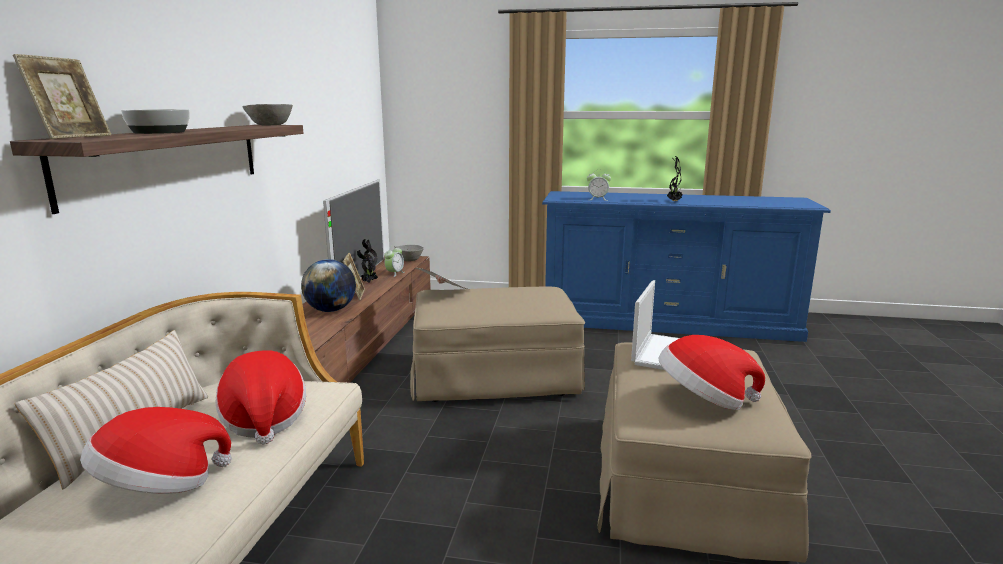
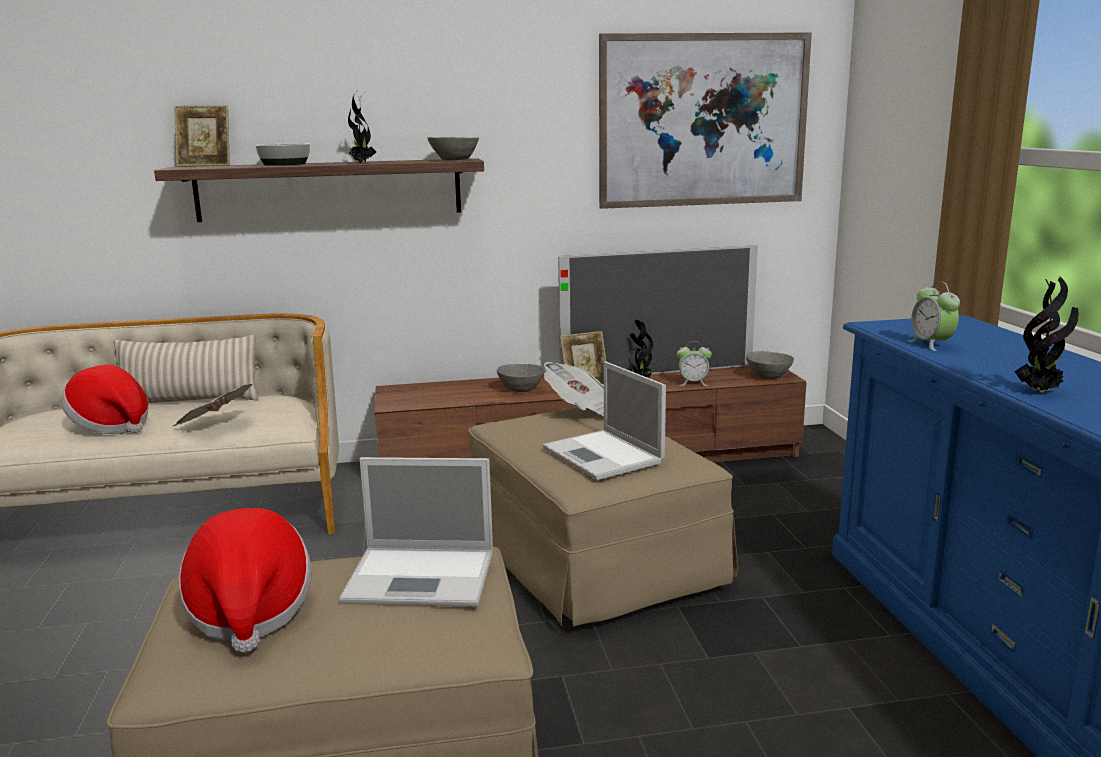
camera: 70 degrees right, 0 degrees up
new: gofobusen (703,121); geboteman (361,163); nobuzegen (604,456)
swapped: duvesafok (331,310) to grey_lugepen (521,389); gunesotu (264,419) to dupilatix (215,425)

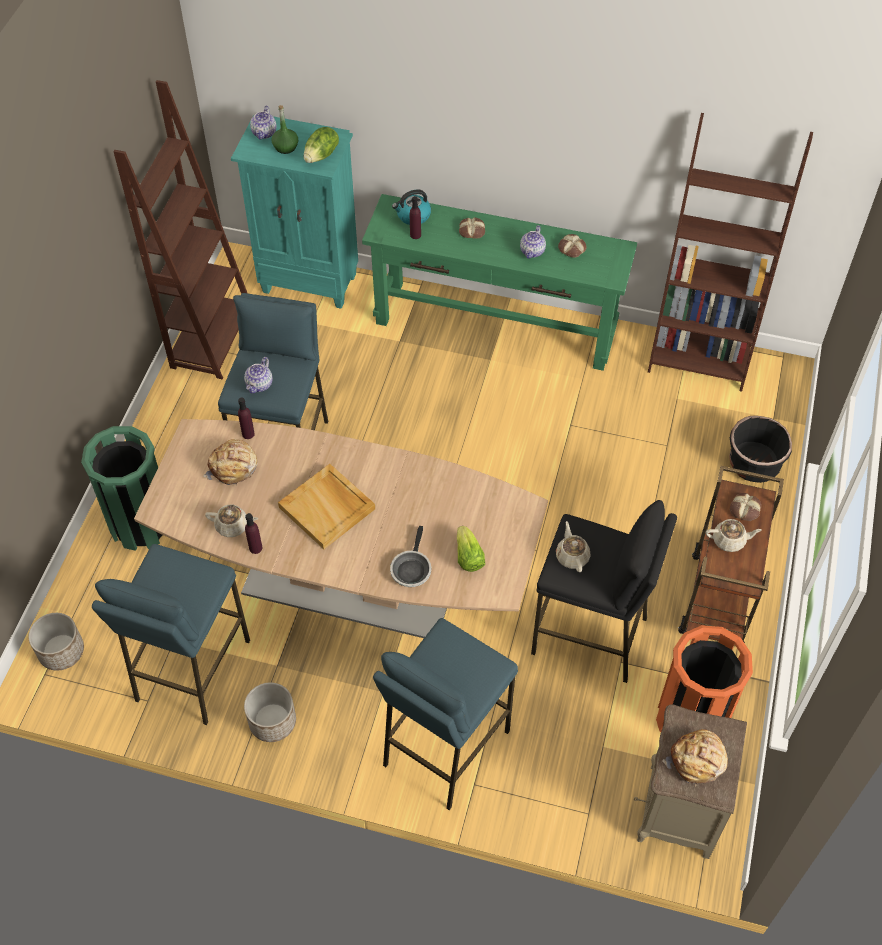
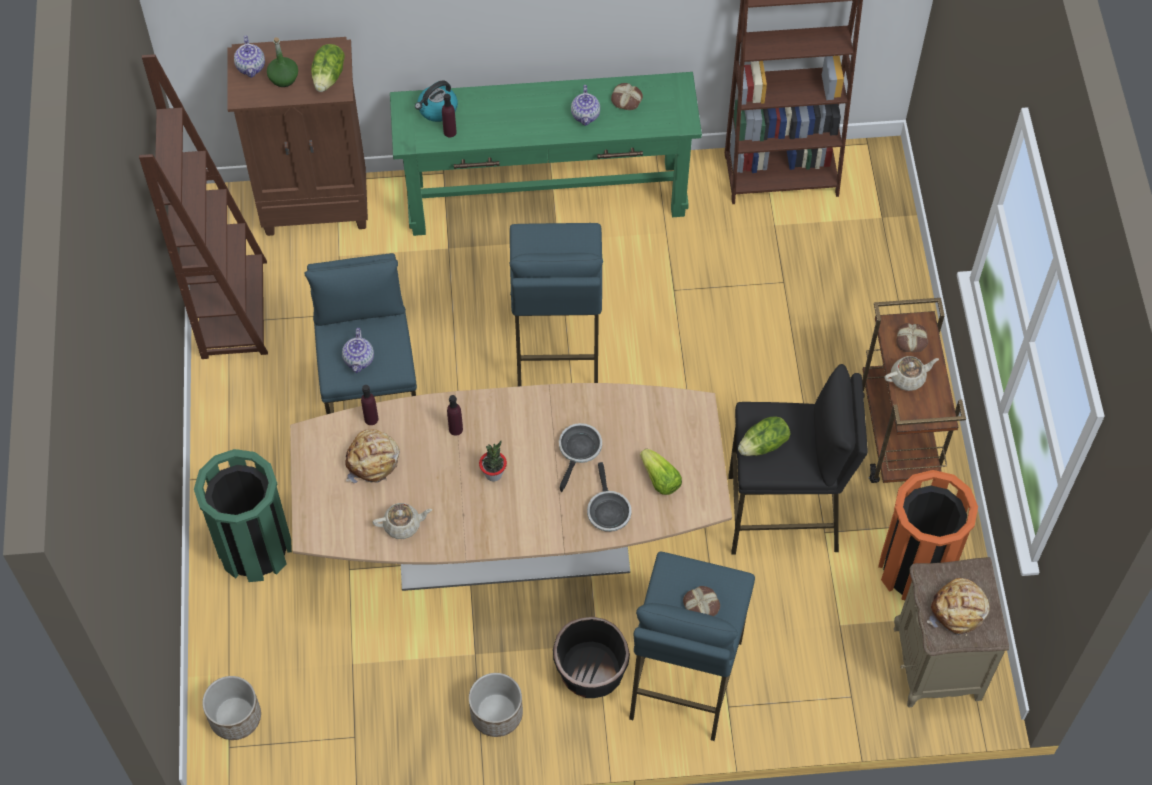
camera: 20 degrees left, 5 degrees up
new: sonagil (579,451)
shifted: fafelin (472,230) to (701,604); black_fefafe (753,464) to (591,671); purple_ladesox (255,548) to (455,429); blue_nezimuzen (191,670) to (556,348)
swapped: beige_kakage (328,508) to geboteman (493,474); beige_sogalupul (572,556) to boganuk (764,445)
repainted: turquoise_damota (309,285) to brown_damota (316,210)

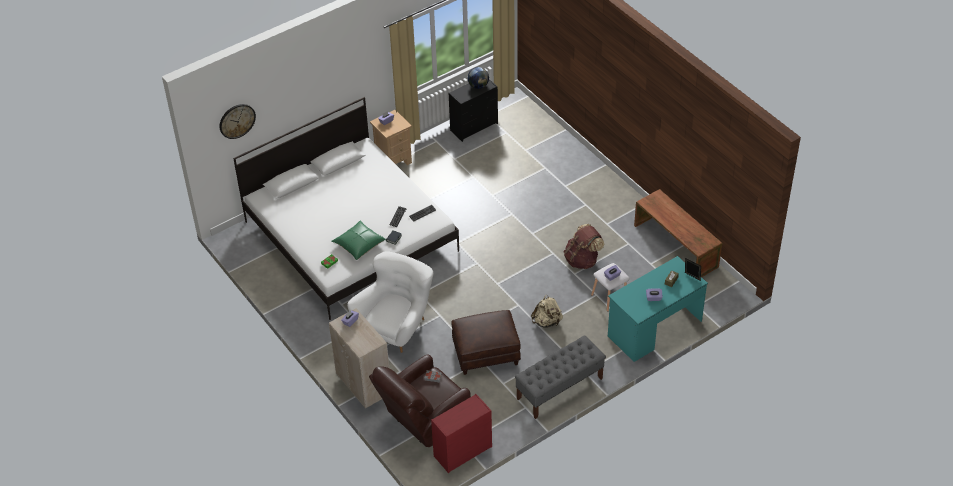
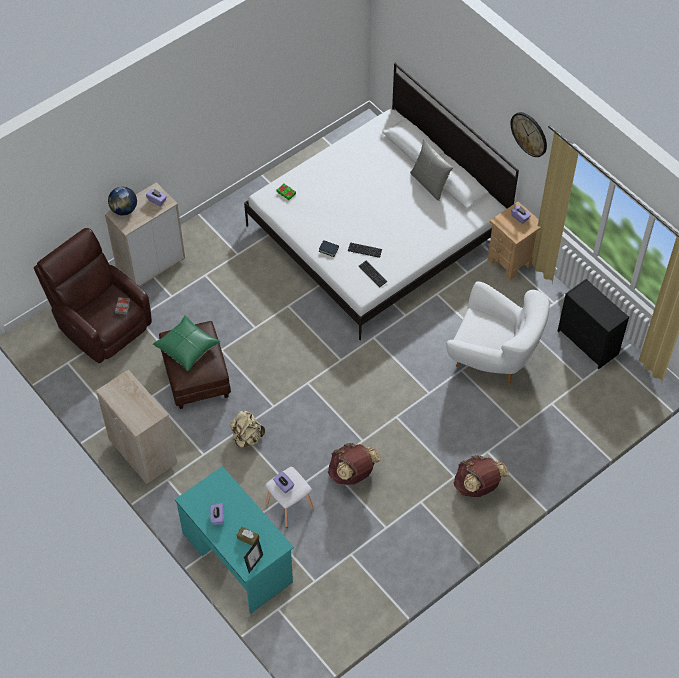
camera: 85 degrees right, 10 degrees up
gone: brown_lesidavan (677,246); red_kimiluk (462,452)
new: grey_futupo (429,183); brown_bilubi (477,486)
shifted: duvesafok (478,86) to (124,210); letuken (237,121) to (529,134); green_futupo (359,244) to (187,347); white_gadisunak (396,327) to (493,358)
swapped: grey_lesidavan (559,389) to beige_damota (142,453)

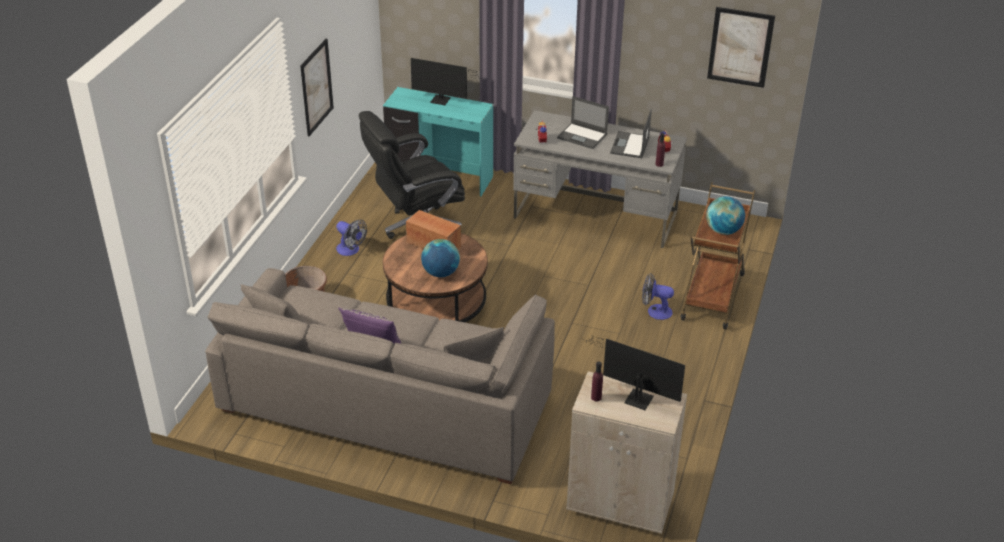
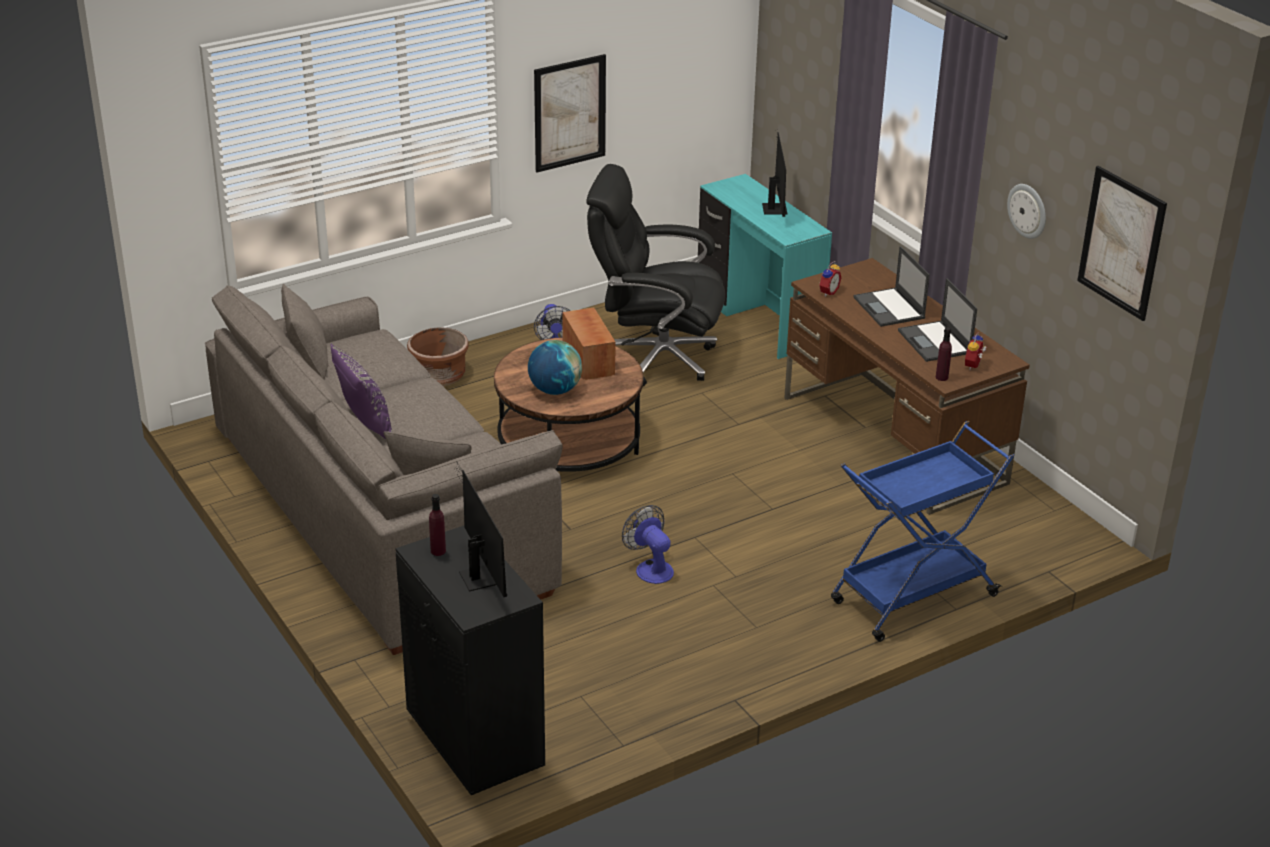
camera: 40 degrees right, 5 degrees down
gone: duvesafok (723,231)
new: letuken (1028,210)
shifted: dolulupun (655,311) to (650,568)
repainted: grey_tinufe (596,215) to brown_tinufe (894,441); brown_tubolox (711,297) to blue_tubolox (912,599); beige_damota (618,506) to black_damota (473,744)
rotated: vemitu (443,101) = (775,207) 150 degrees counterclockwise; nobuzegen (630,145) = (935,342) 75 degrees counterclockwise

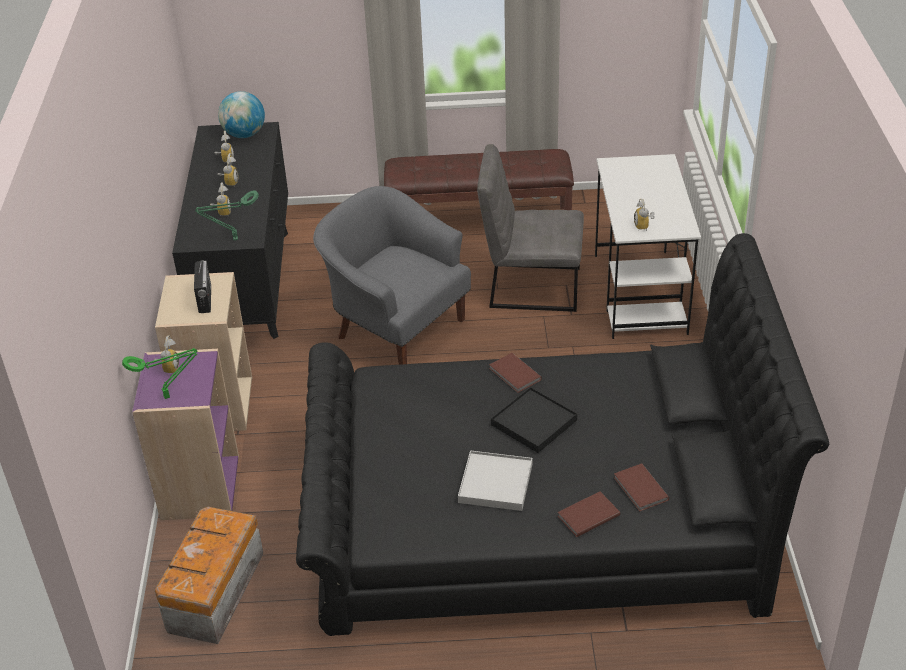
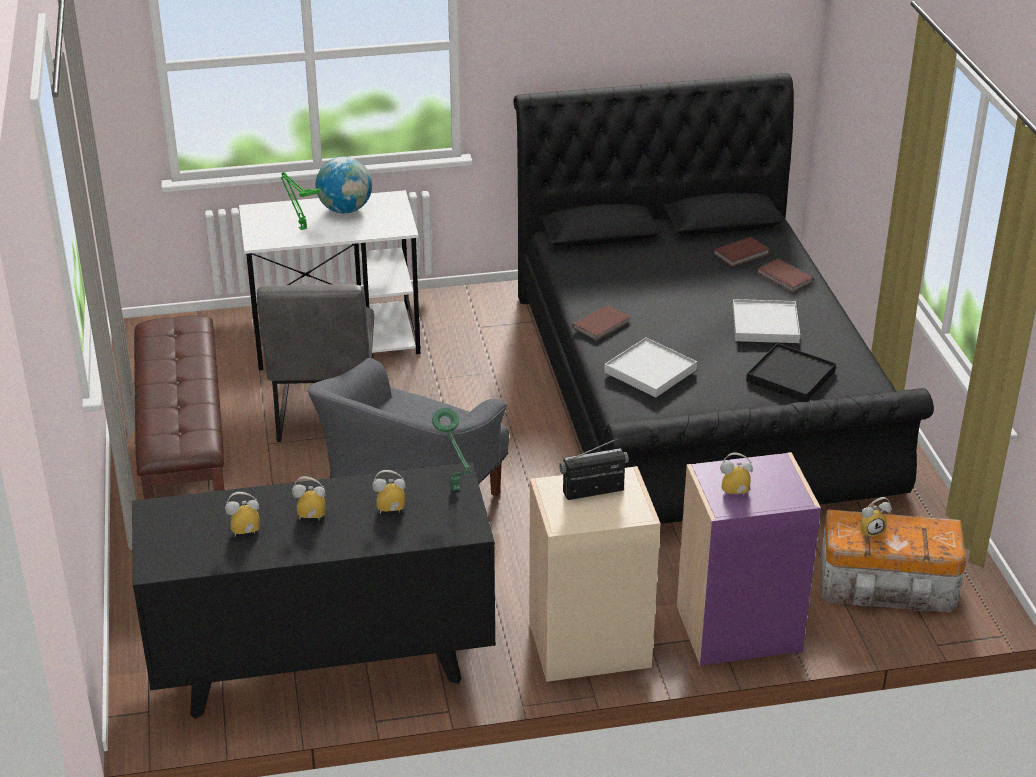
camera: 100 degrees left, 5 degrees down
new: white_kakage (650,371)
shifted: duvesafok (244,134) to (345,210); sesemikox (644,227) to (871,530); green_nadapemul (169,396) to (301,228); black_kakage (534,423) to (791,376)

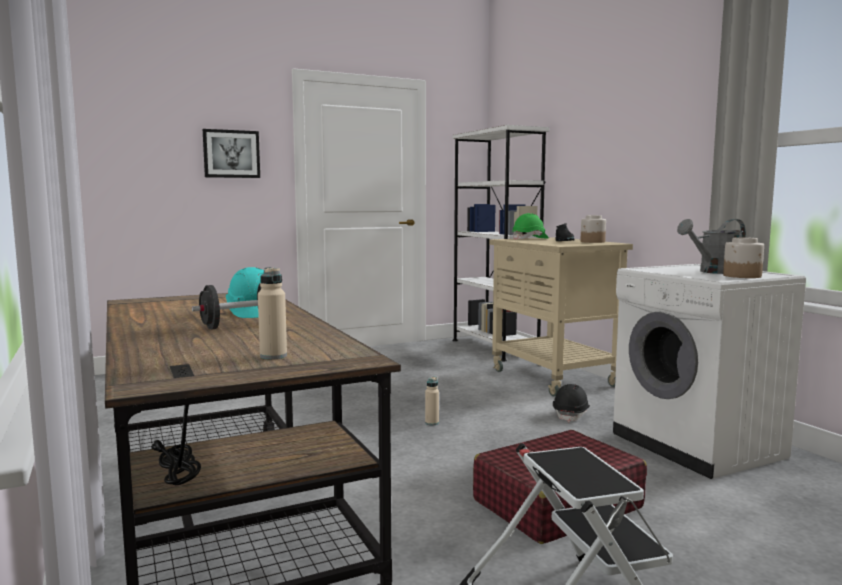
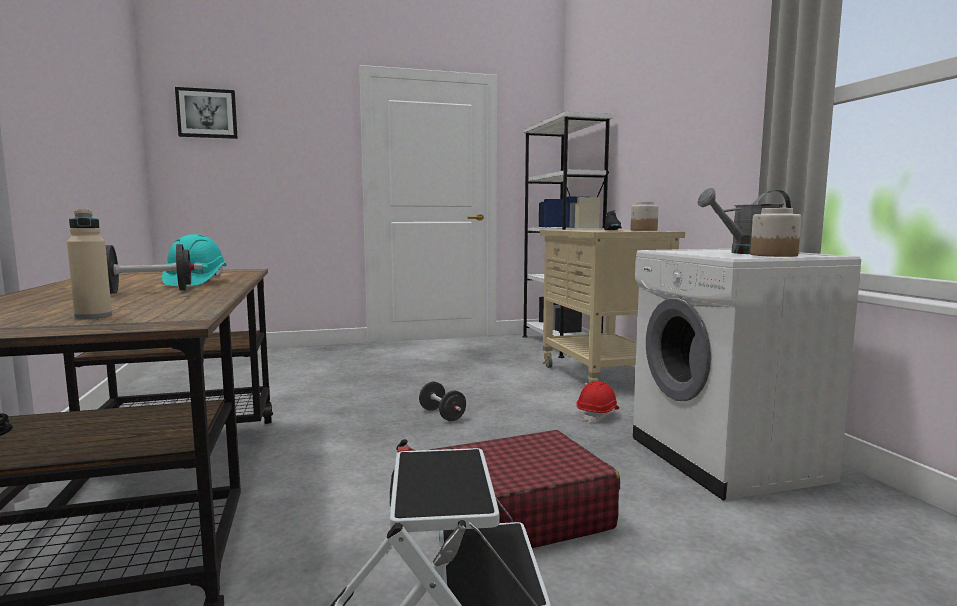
camera: 10 degrees right, 0 degrees up
gone: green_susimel (530,239)
shifted: gofobusen (231,154) to (207,113)
swapped: beige_ladesox (432,423) to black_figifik (442,415)
repainted: black_susimel (571,414) to red_susimel (598,415)

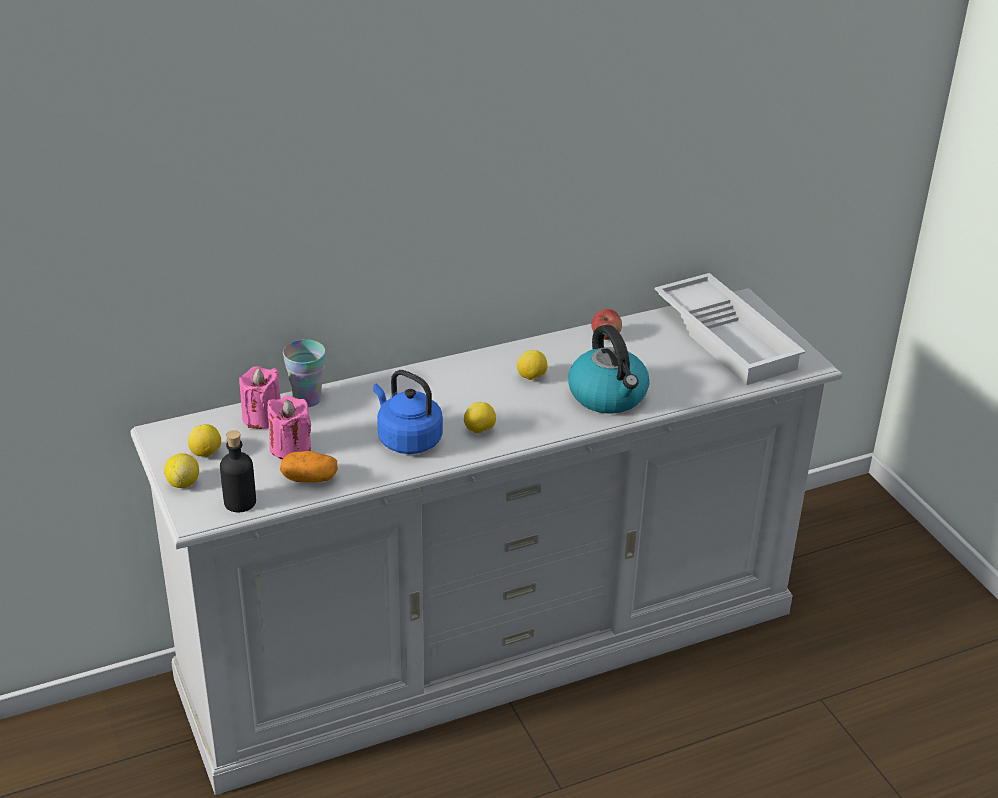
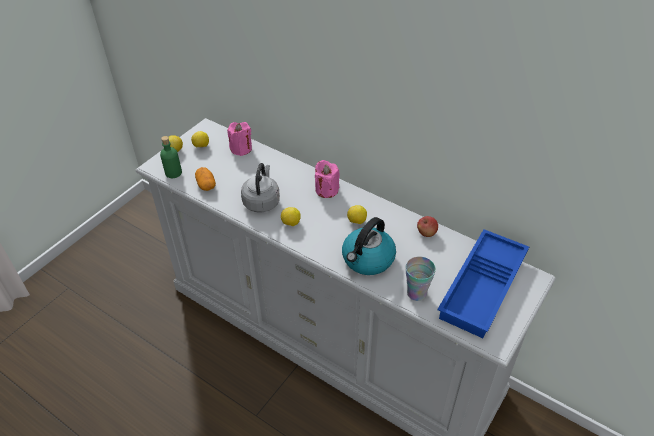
camera: 60 degrees right, 10 degrees up
shifted: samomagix (307,399) to (416,293); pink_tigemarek (290,447) to (326,190)
repainted: white_kakage (728,337) to blue_kakage (483,288); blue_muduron (407,439) to grey_muduron (262,201); black_ladesox (240,502) to green_ladesox (173,173)

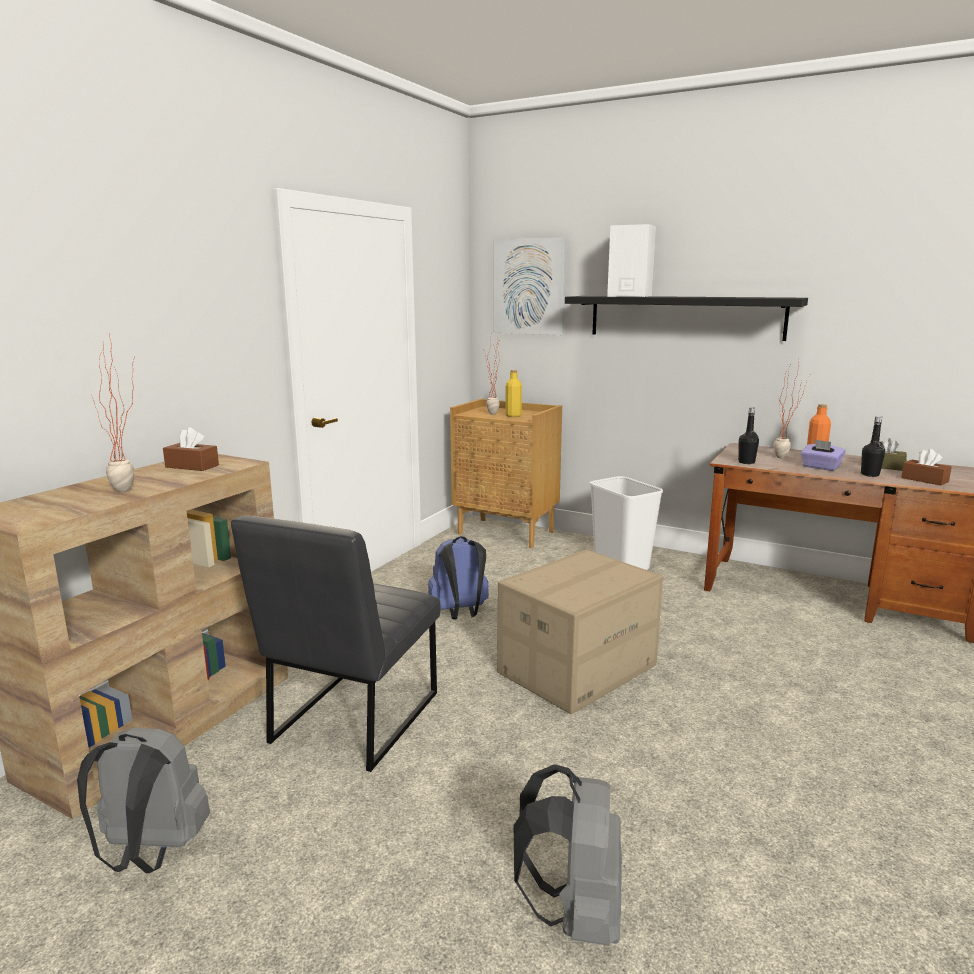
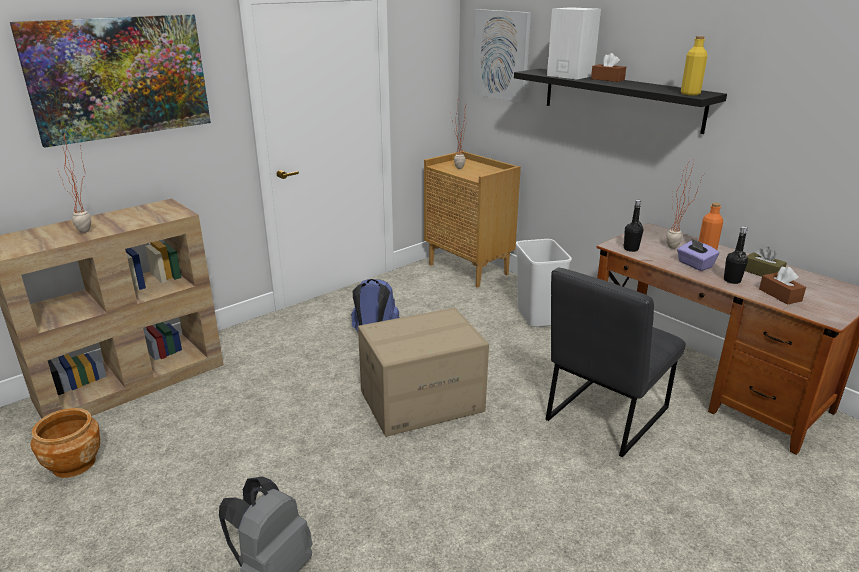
camera: 20 degrees right, 10 degrees up
new: gofobusen (120,77)
shifted: yellow_ladesox (513,416) to (690,94); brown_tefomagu (192,466) to (607,79); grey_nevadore (352,719) to (604,415)
swapped: grey_bilubi (151,852) to brown_fefafe (73,464)

